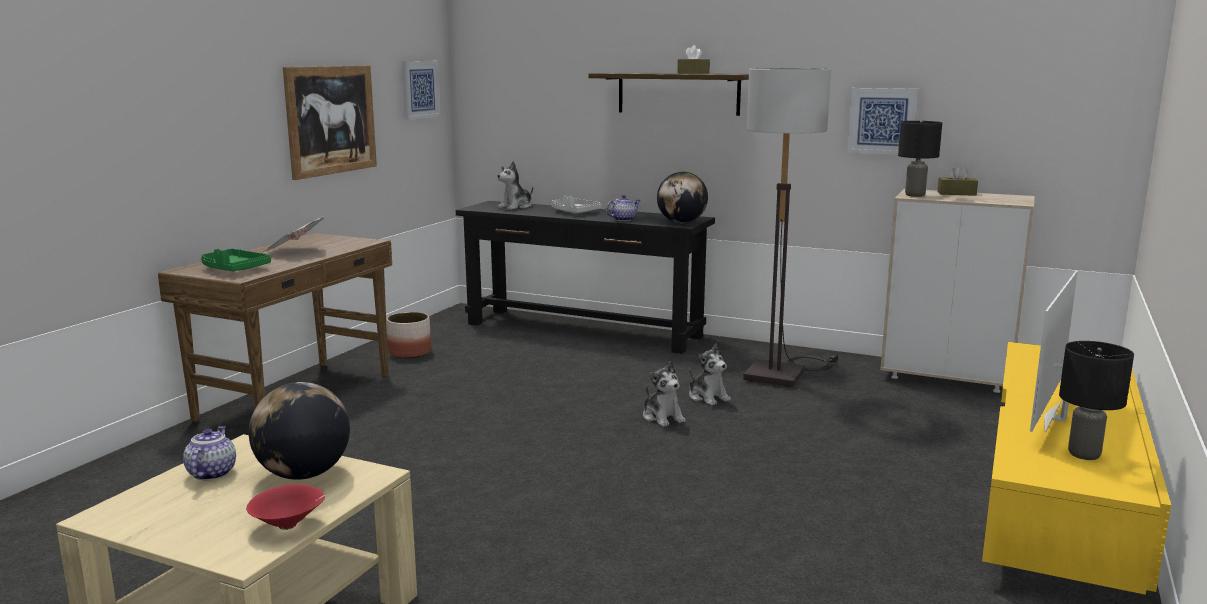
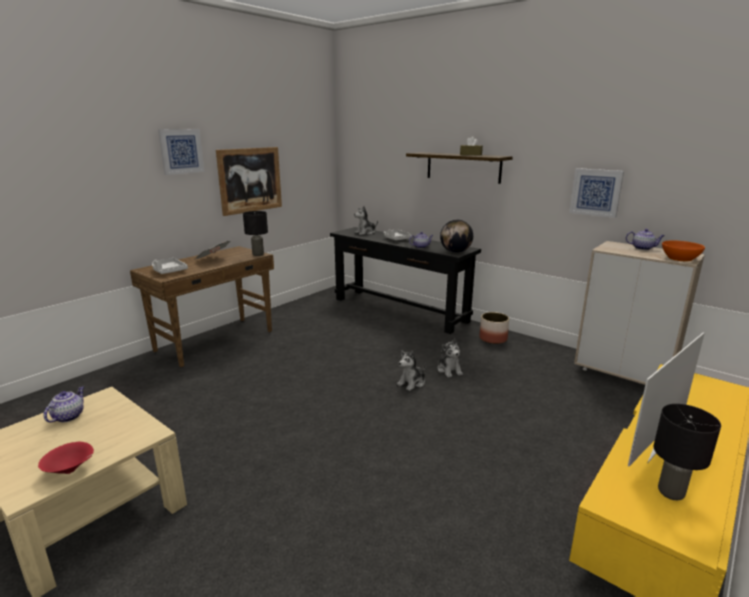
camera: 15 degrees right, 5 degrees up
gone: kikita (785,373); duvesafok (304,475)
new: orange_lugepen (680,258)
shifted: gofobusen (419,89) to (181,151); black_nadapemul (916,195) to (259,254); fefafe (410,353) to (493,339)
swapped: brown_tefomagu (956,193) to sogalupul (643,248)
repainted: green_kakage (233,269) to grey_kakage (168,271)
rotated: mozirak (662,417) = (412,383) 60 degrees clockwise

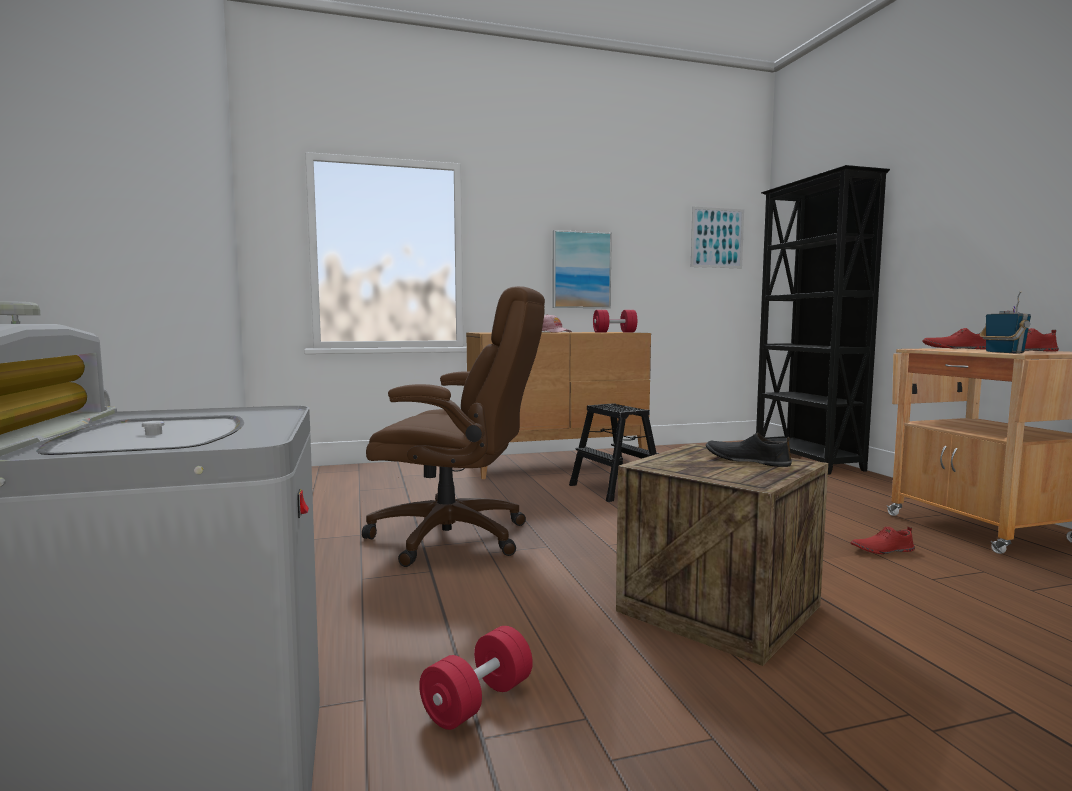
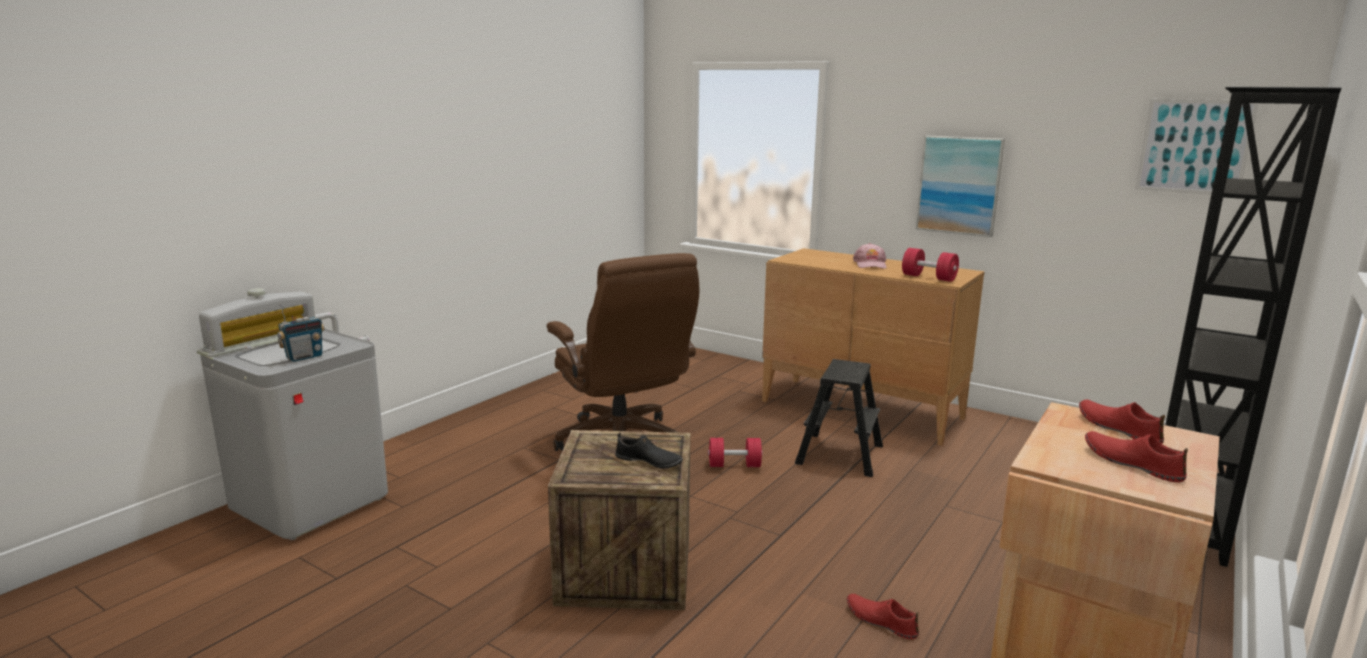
camera: 50 degrees right, 10 degrees up
shifted: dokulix (1003,352) to (304,357); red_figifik (478,701) to (734,465)
rotated: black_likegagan (746,460) = (648,461) 120 degrees clockwise

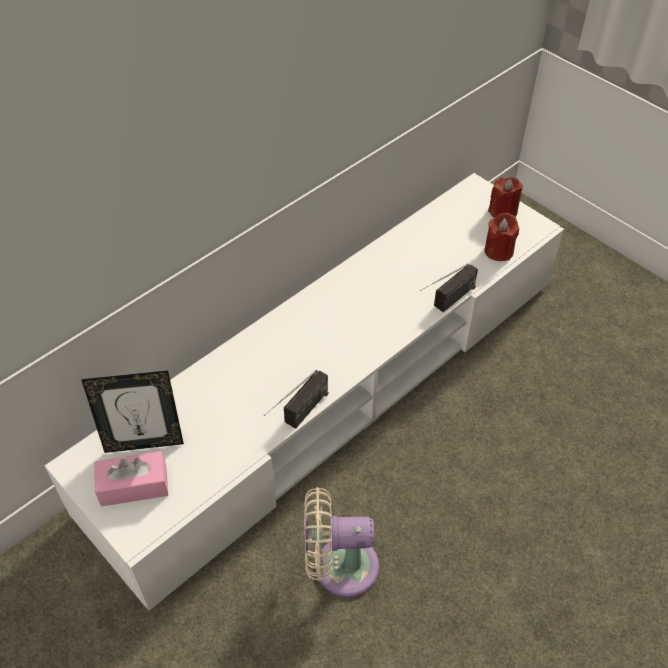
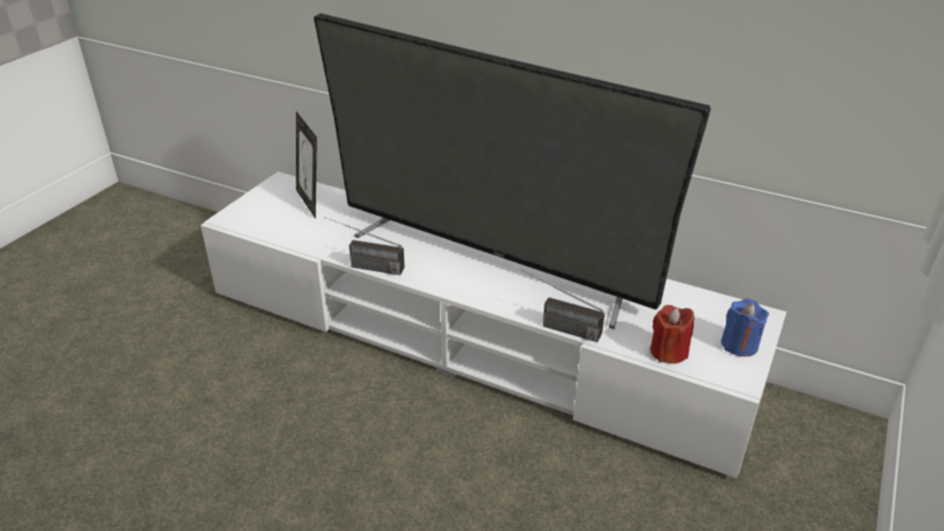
camera: 70 degrees right, 15 degrees down
gone: pink_tefomagu (134,486); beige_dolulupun (339,567)
new: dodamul (490,261)
repainted: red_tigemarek (503,211) to blue_tigemarek (739,345)

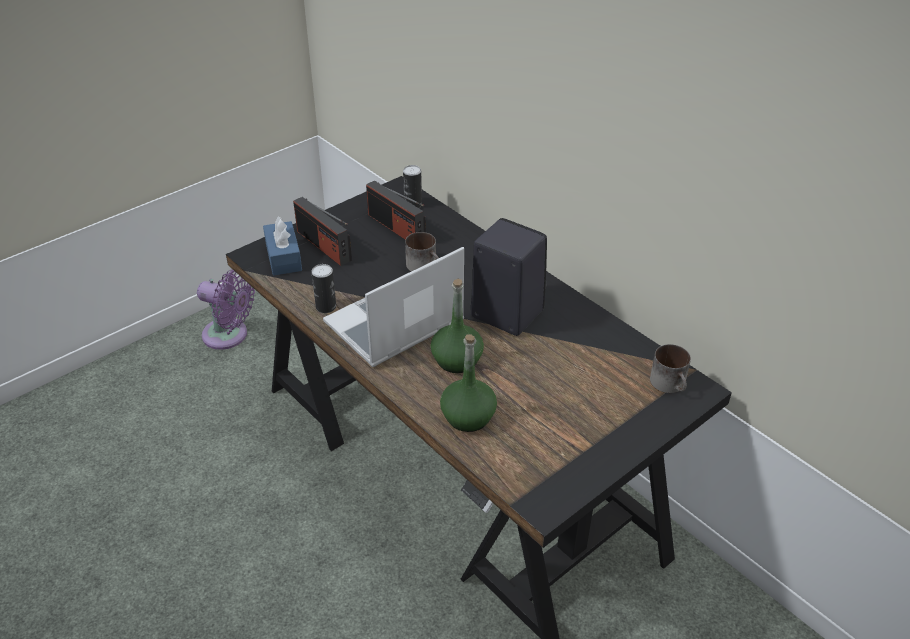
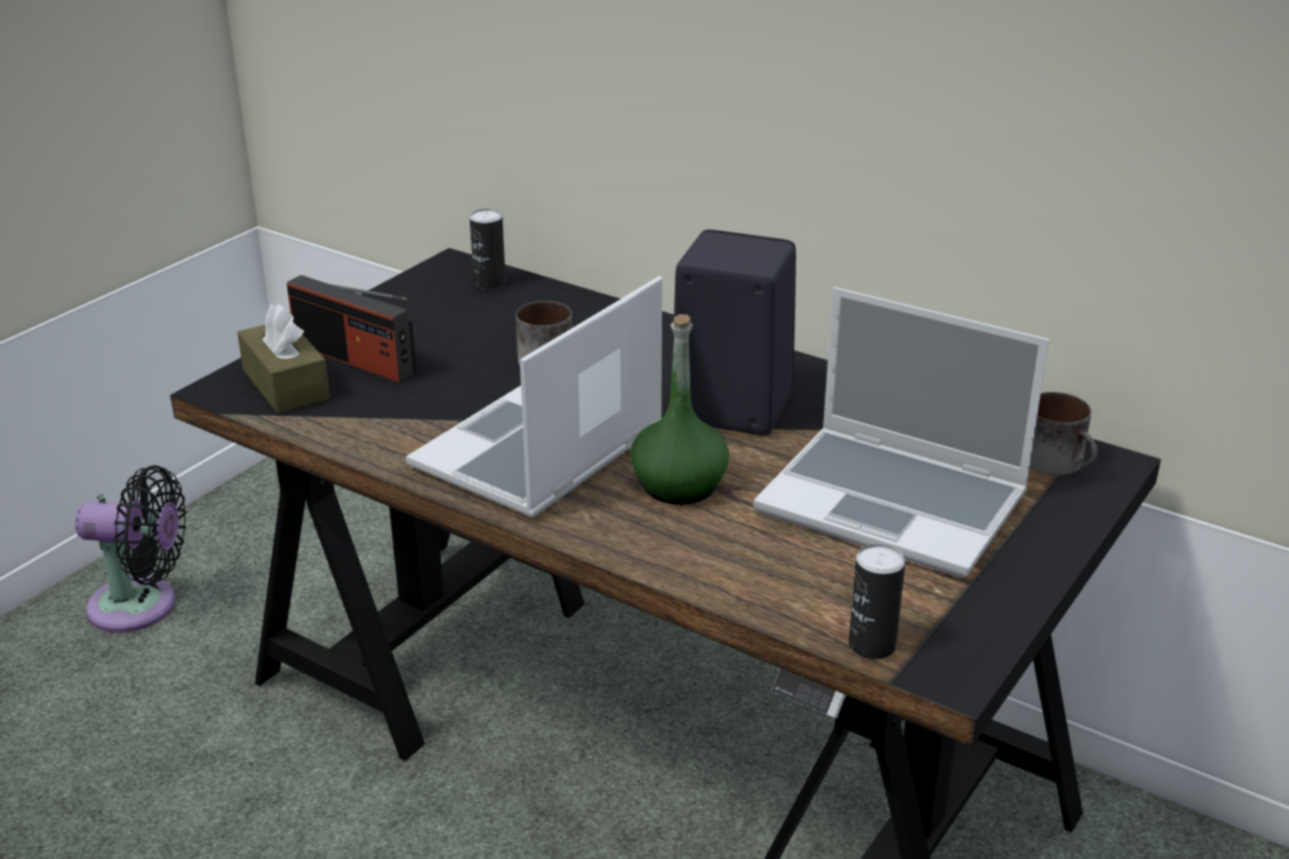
camera: 15 degrees left, 10 degrees down
gone: dokulix (396,228); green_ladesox (468,416)
new: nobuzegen (895,504)
shifted: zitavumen (326,307) to (872,645)
repainted: blue_tefomagu (283,257) to brown_tefomagu (286,384); purple_dolulupun (229,336) to black_dolulupun (142,606)

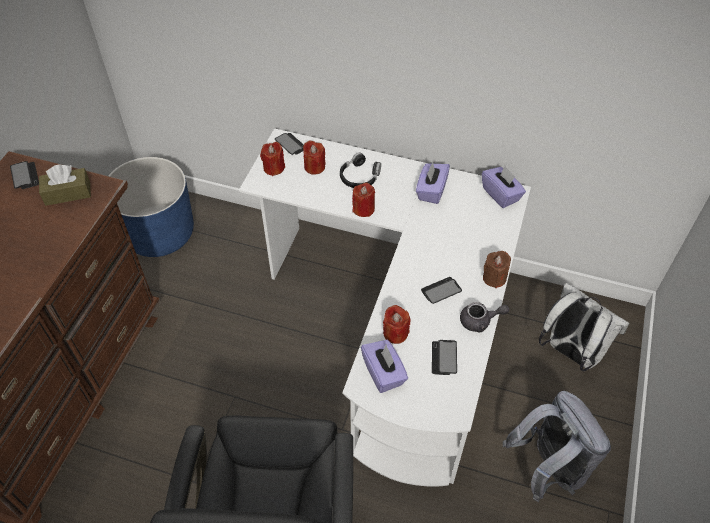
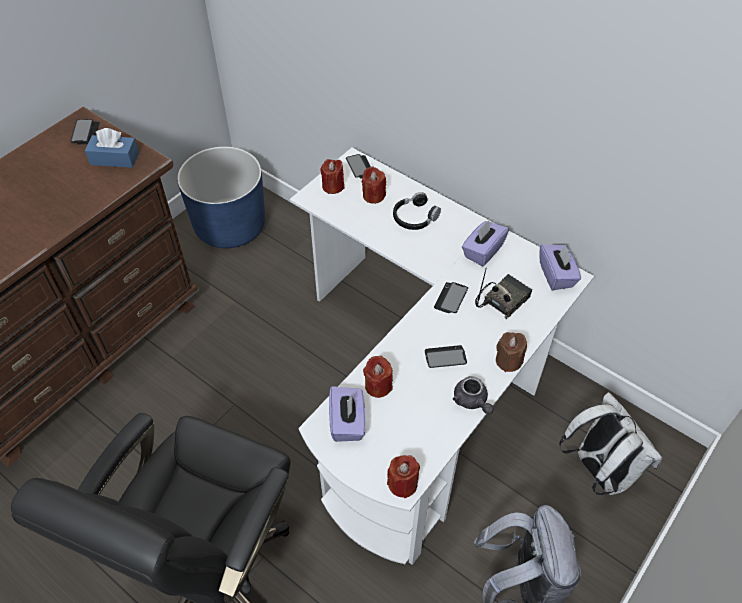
camera: 20 degrees right, 0 degrees up
new: dokulix (502,299)
shifted: red_tigemarek (363,209) to (402,484); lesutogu (444,358) to (450,298)
repainted: brown_tefomagu (68,193) to blue_tefomagu (114,158)
rotated: grey_sogalupul (480,321) = (472,401) 45 degrees clockwise

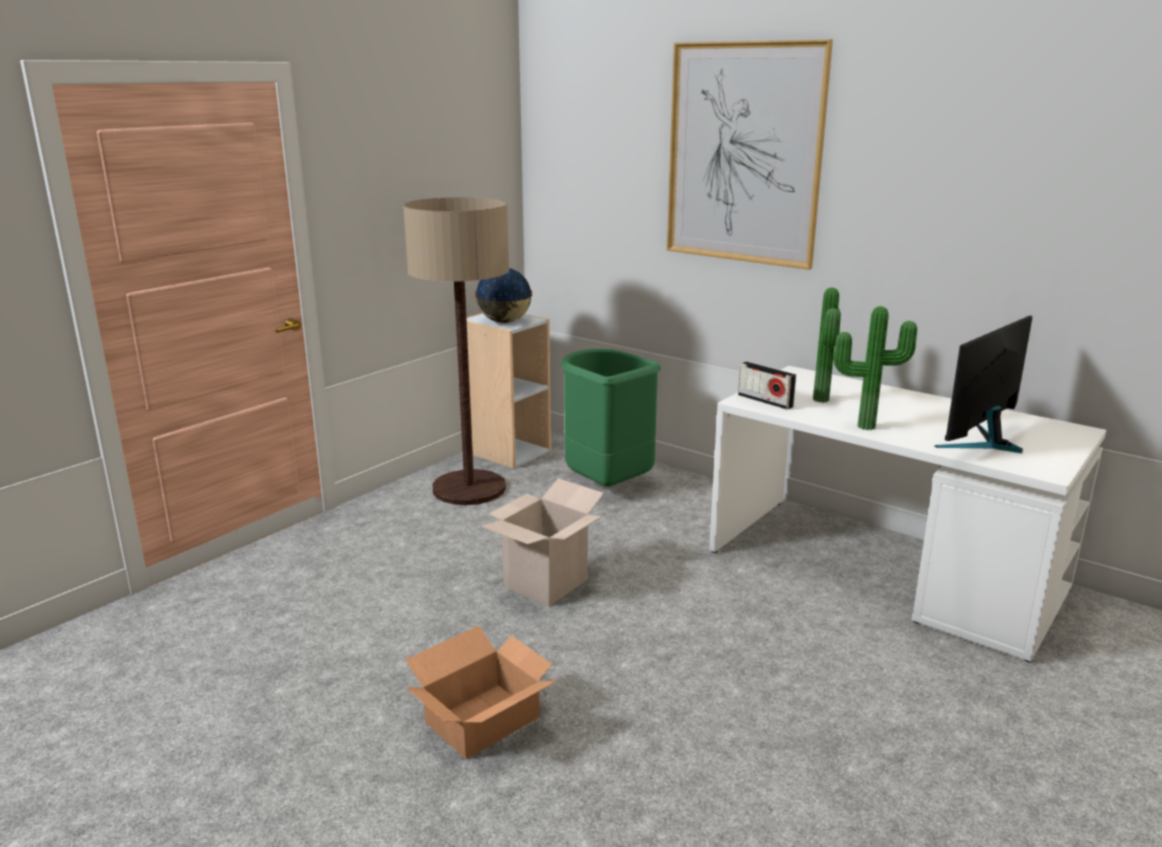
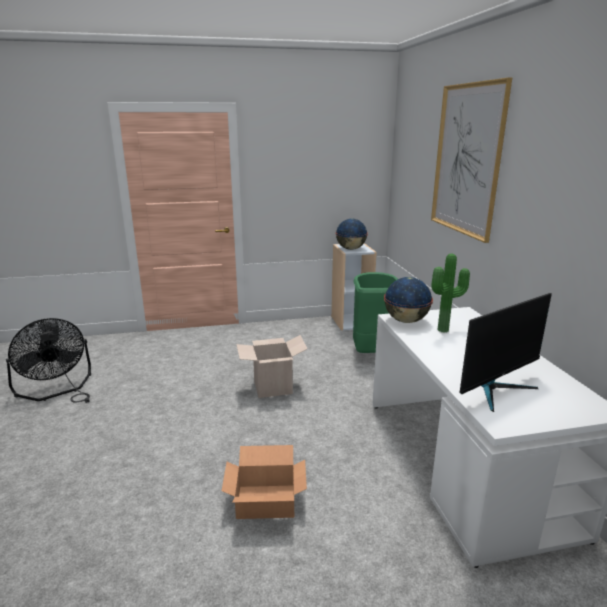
camera: 40 degrees right, 0 degrees up
gone: kikita (469,489); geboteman (865,425)
new: black_dolulupun (60,390)
shifted: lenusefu (484,720) to (266,502)
swapped: dokulix (765,401) to duvesafok (406,321)
rotated: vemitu (983,442) = (496,389) 150 degrees clockwise

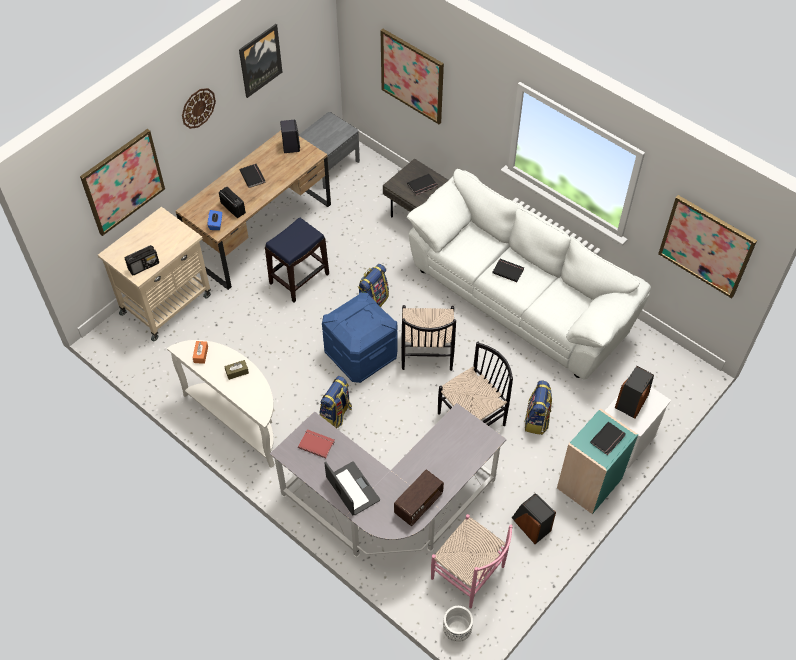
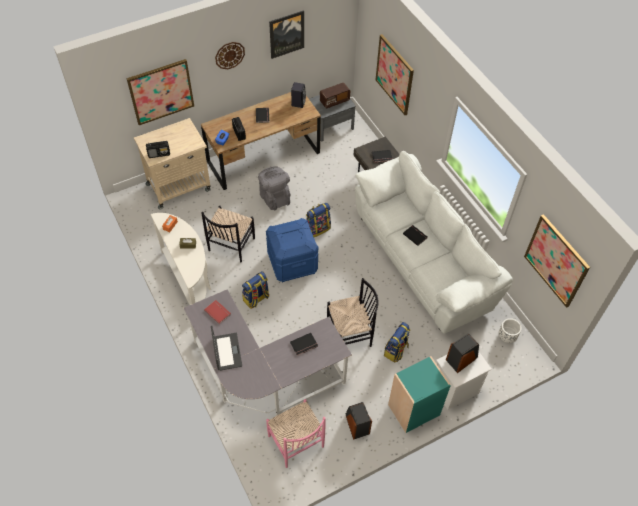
camera: 20 degrees right, 0 degrees up
shifted: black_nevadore (426,354) to (230,246); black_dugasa (608,439) to (304,345); dokulix (418,504) to (334,101); white_fefafe (457,630) to (507,336)
swapped: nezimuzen (299,279) to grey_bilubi (274,197)

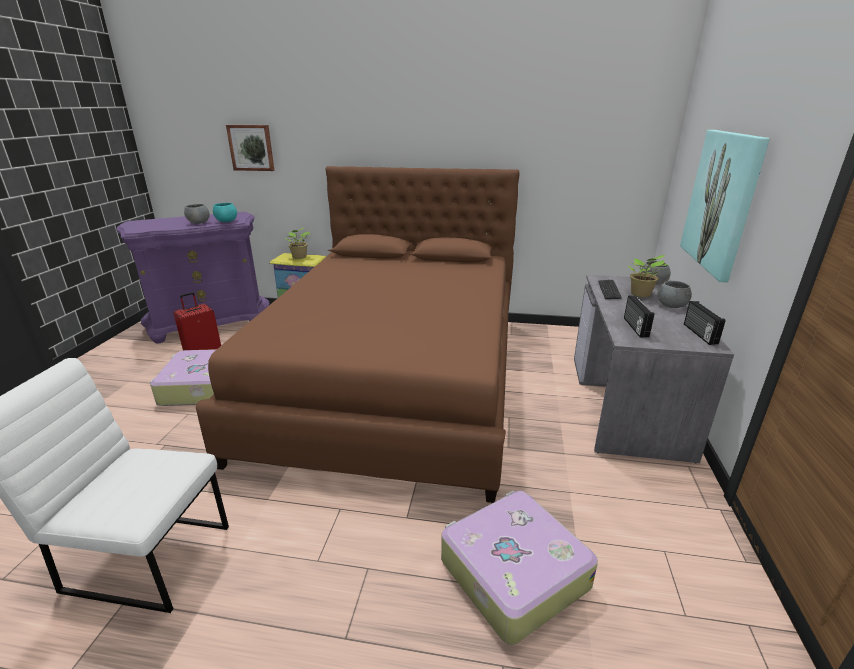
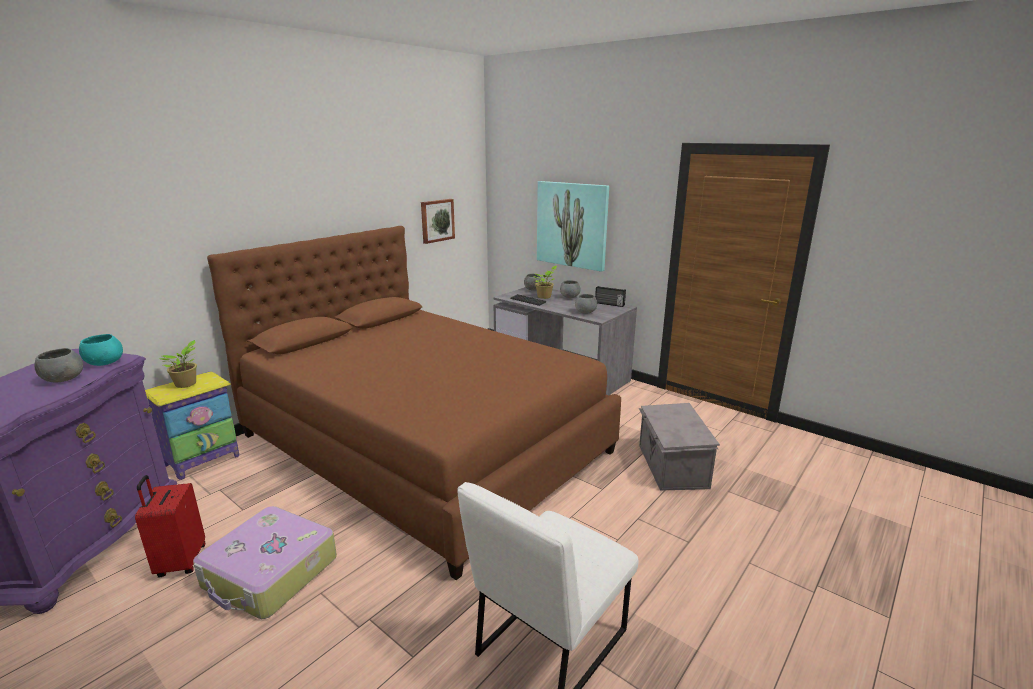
camera: 60 degrees left, 5 degrees down
shifted: gofobusen (251,147) to (437,220)
swapped: dokulix (634,327) to grey_lugepen (585,312); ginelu (512,572) to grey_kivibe (671,466)

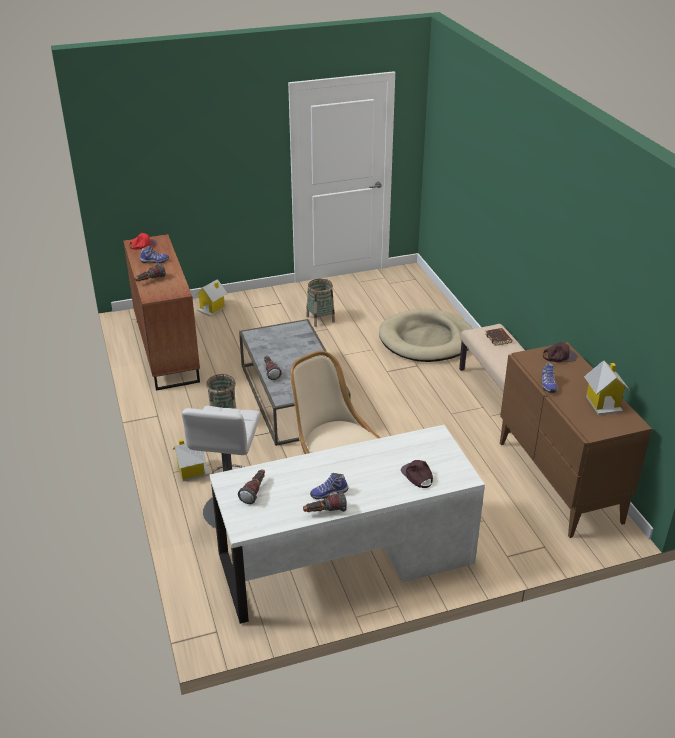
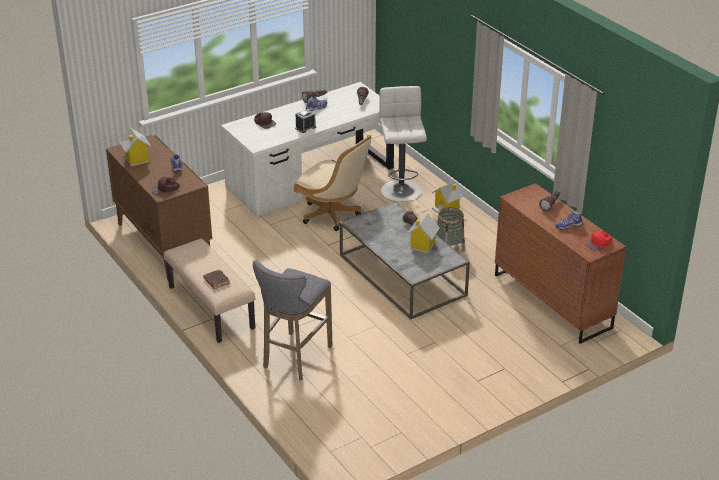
camera: 165 degrees right, 0 degrees up
gone: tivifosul (320,319)
new: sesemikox (305,127)
shifted: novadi (212,309) to (422,245)
swapped: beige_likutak (426,340) to grey_nezimuzen (295,358)

